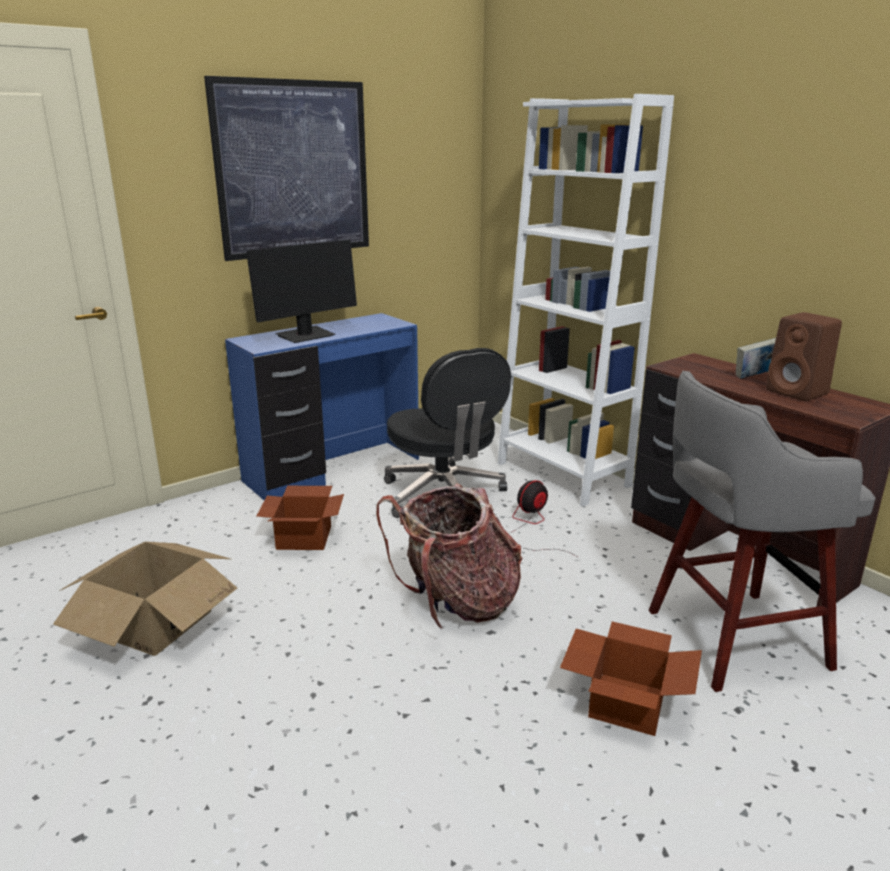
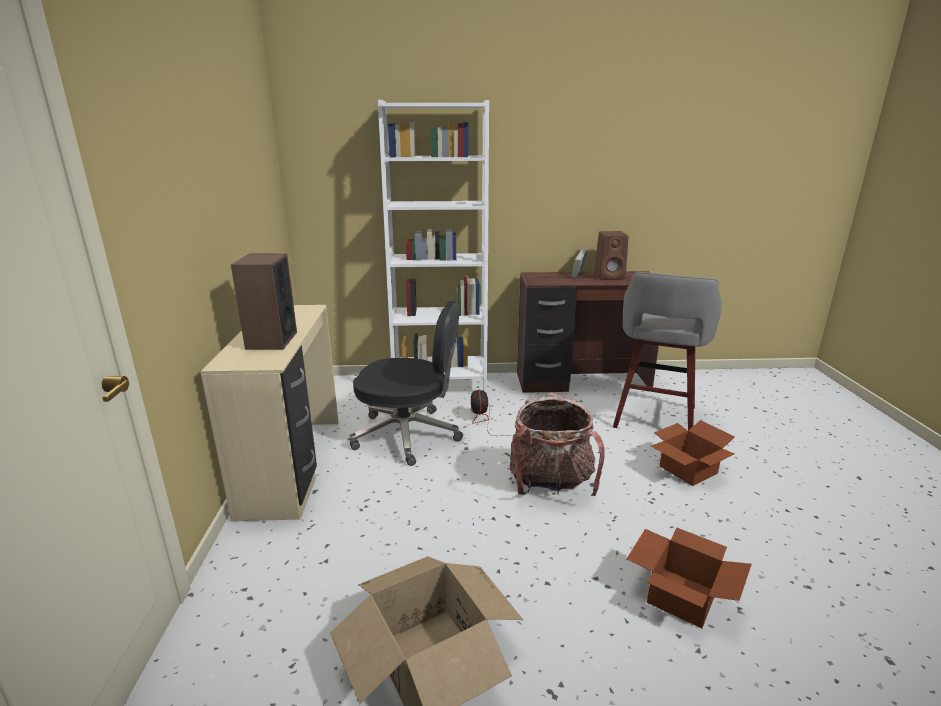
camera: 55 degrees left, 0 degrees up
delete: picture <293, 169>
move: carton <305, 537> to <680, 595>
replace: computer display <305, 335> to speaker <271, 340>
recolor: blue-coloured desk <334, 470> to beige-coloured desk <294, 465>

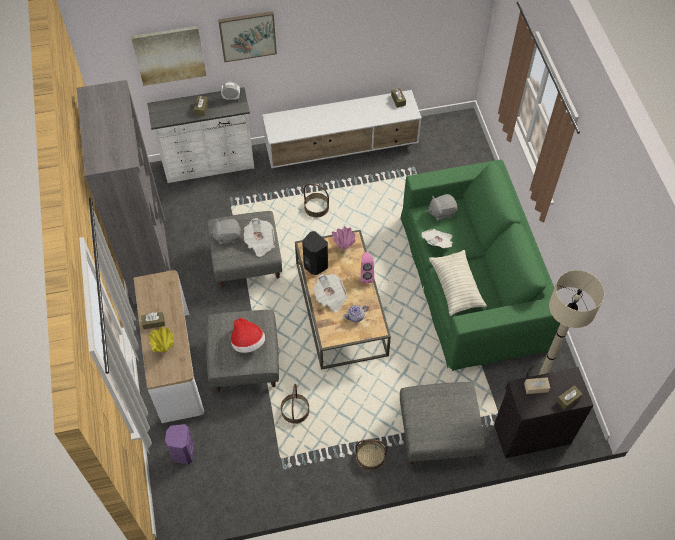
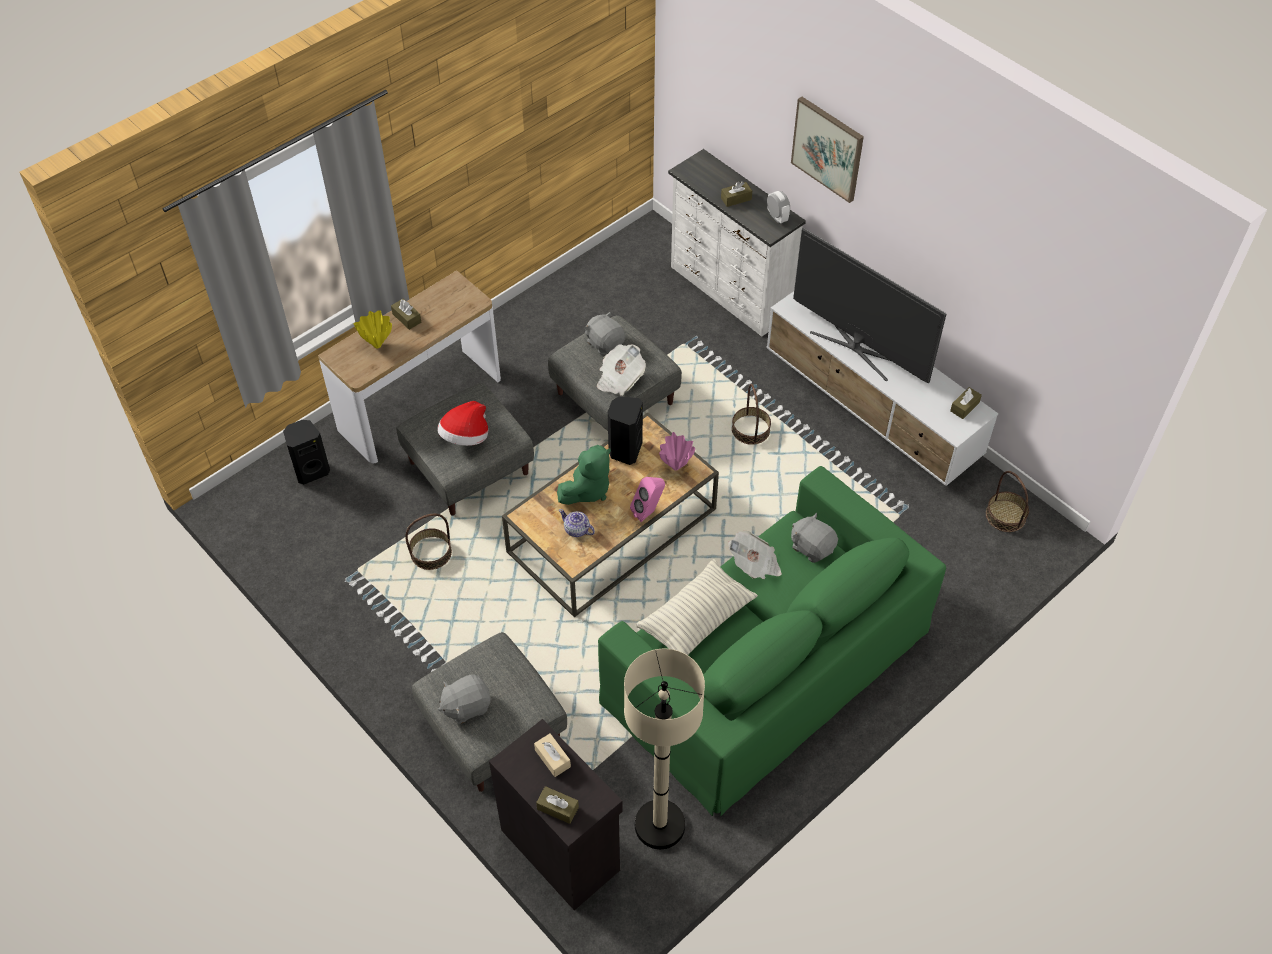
camera: 60 degrees right, 5 degrees down
delete: picture <169, 55>; gray shelving unit <149, 259>
insert: TV <857, 348>; gray plush toy <466, 706>
move: storage basket <370, 456> to <1006, 515>
replace: newspaper <330, 297> to greenish plush toy <587, 489>
recolor: purplish speaker <183, 452> to black speaker <311, 470>

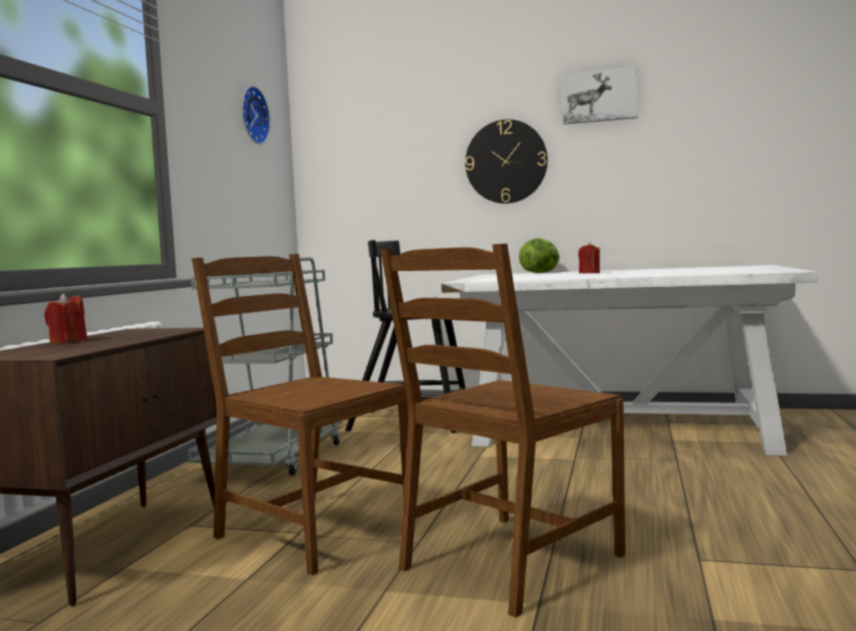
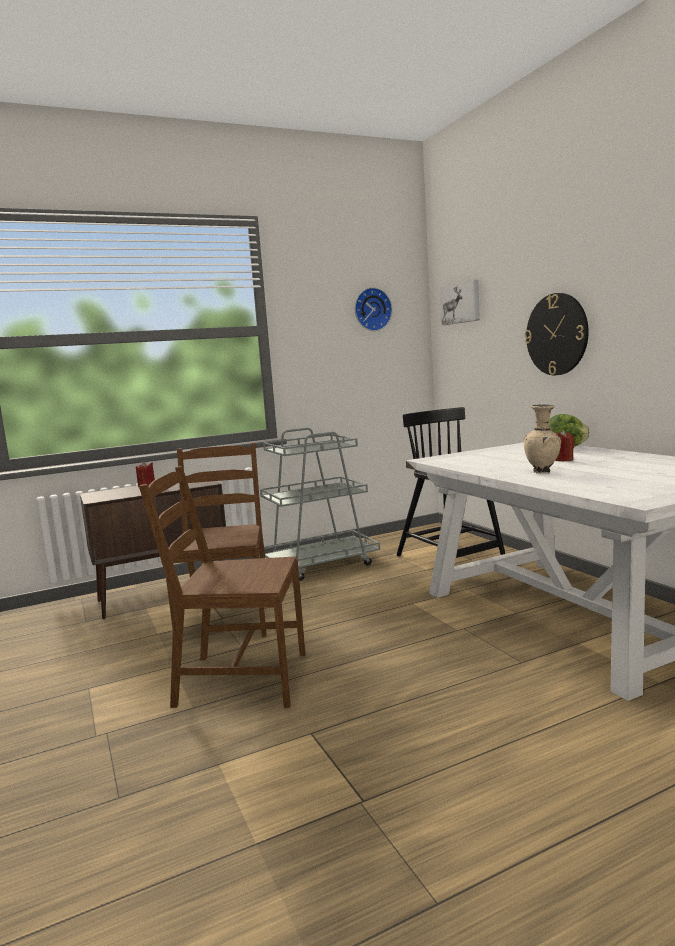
camera: 50 degrees right, 5 degrees up
insert: beige-coloured flower vase <543, 472>
move: picture <599, 96> to <461, 303>

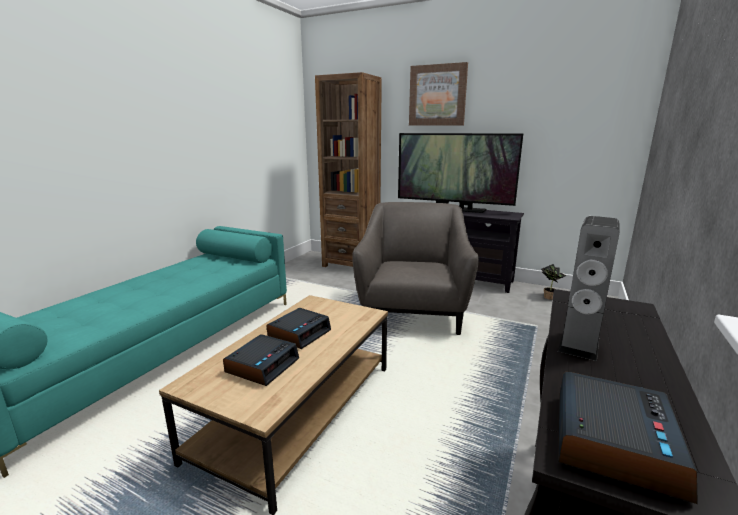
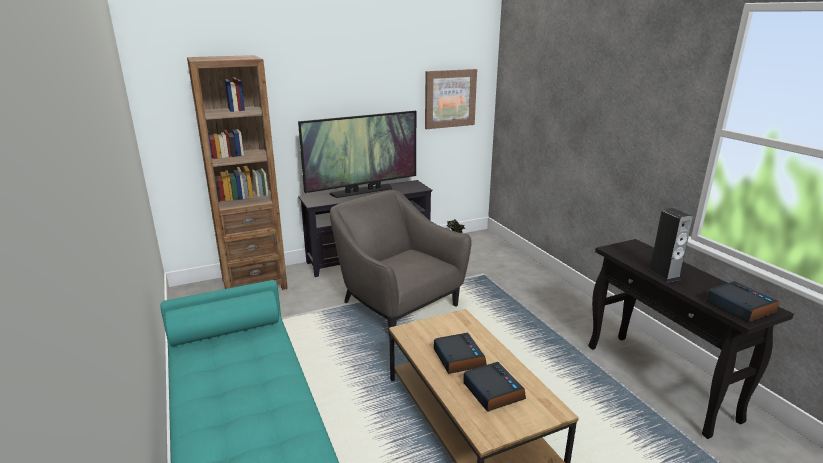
camera: 50 degrees left, 5 degrees up
move: picture <437, 95> to <449, 98>

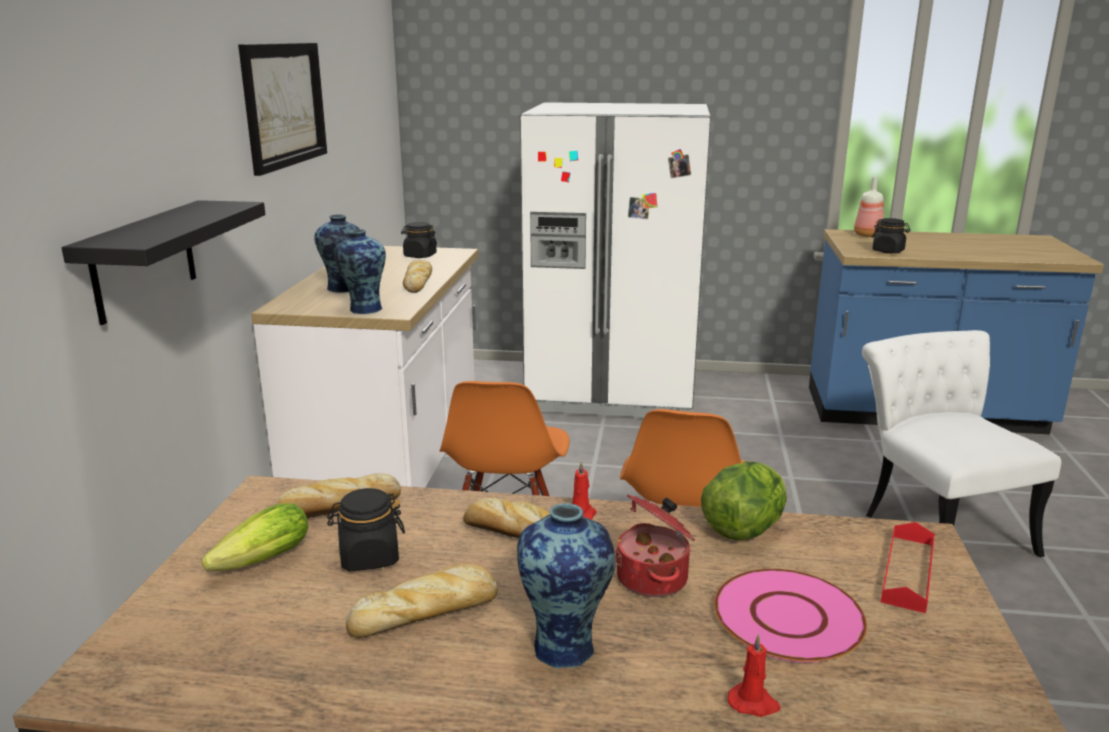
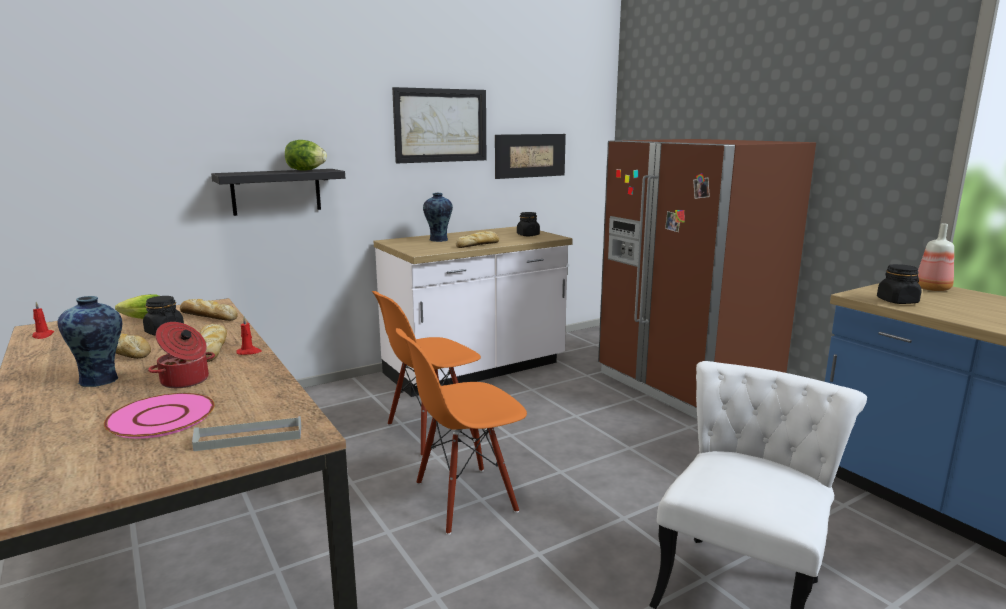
camera: 50 degrees right, 5 degrees down
delete: flower vase <364, 309>
insert: picture <530, 155>
move: head of lettuce <743, 529> to <305, 170>; reddish wax candle <753, 703> to <42, 335>
recolor: white fridge <612, 391> to brown fridge <686, 384>; reddish tray <908, 572> to gray tray <249, 437>

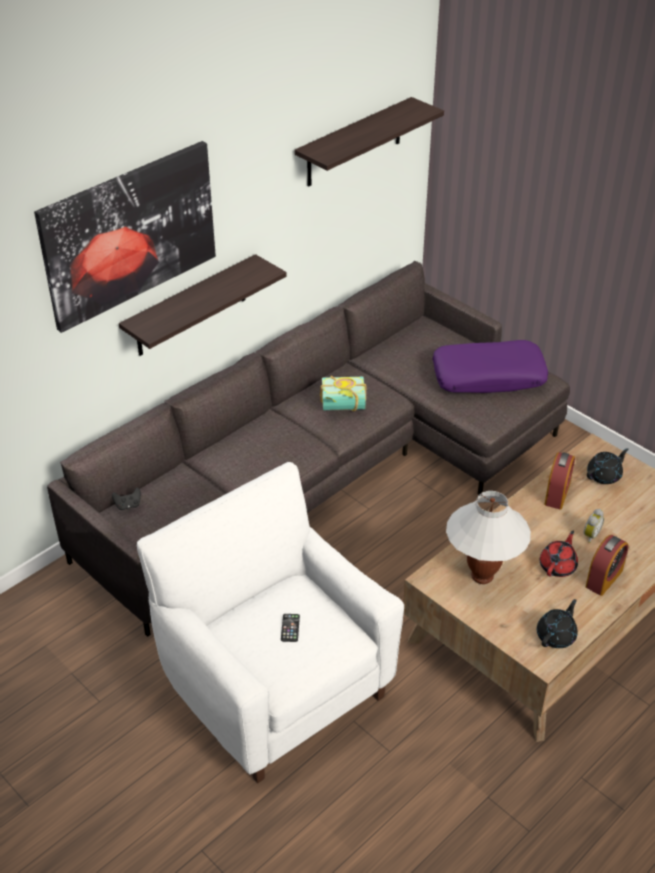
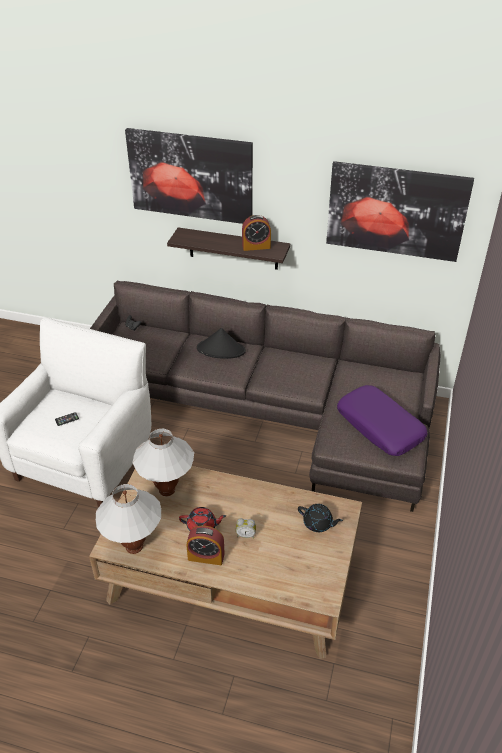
camera: 60 degrees right, 0 degrees up
delete: book <343, 407>
insert: black wearable hat <221, 350>
move: table clock <557, 494> to <256, 246>
replace: shelf <354, 143> to picture <396, 211>; black teapot <556, 635> to white tabletop lamp <134, 547>

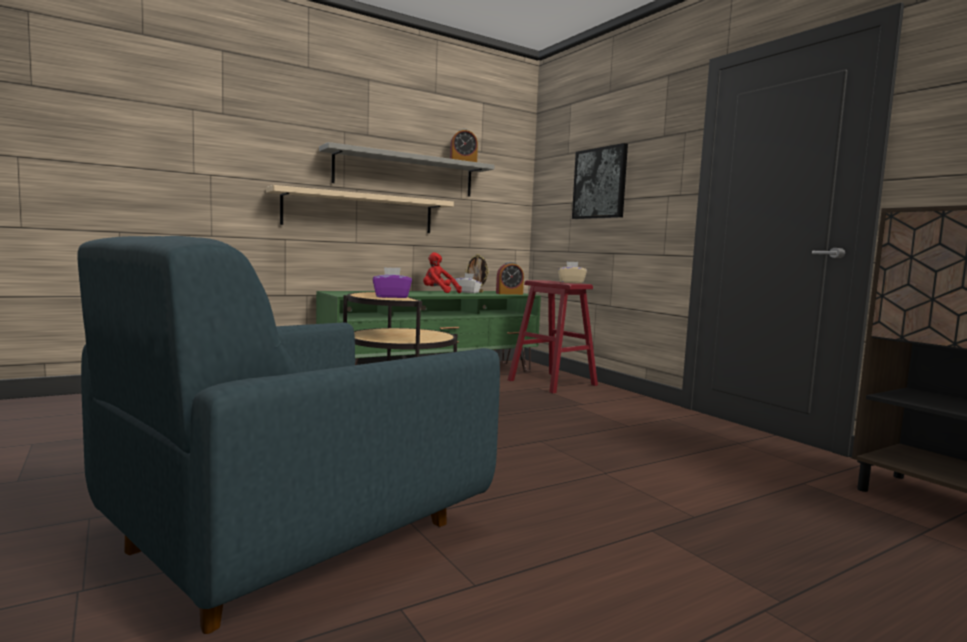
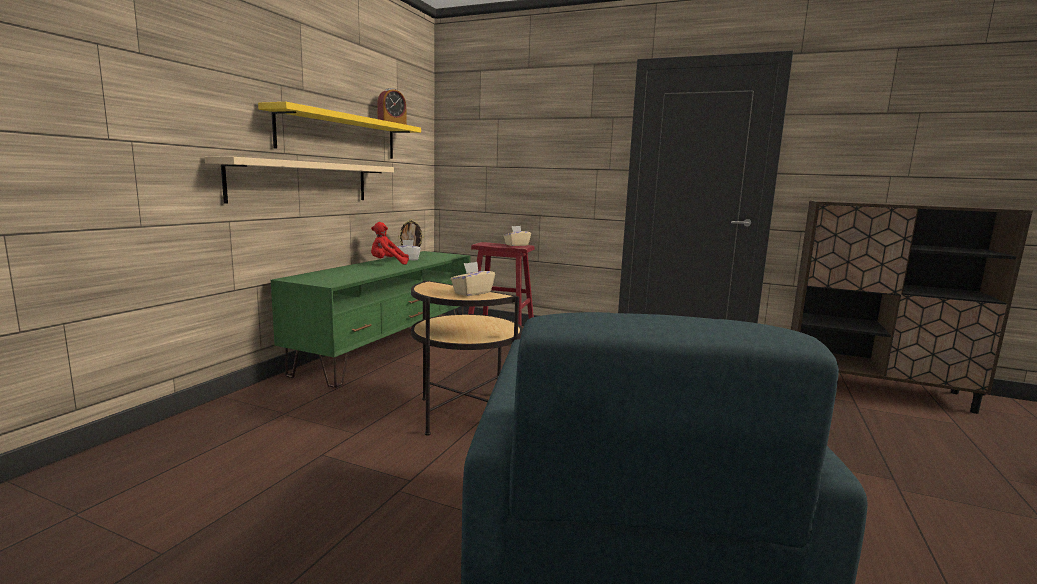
camera: 35 degrees left, 5 degrees up
delete: picture <600, 183>; table clock <509, 294>
recolor: gray shelf <405, 173> to yellow shelf <340, 135>; purplish tissue holder <391, 297> to beige-coloured tissue holder <472, 293>

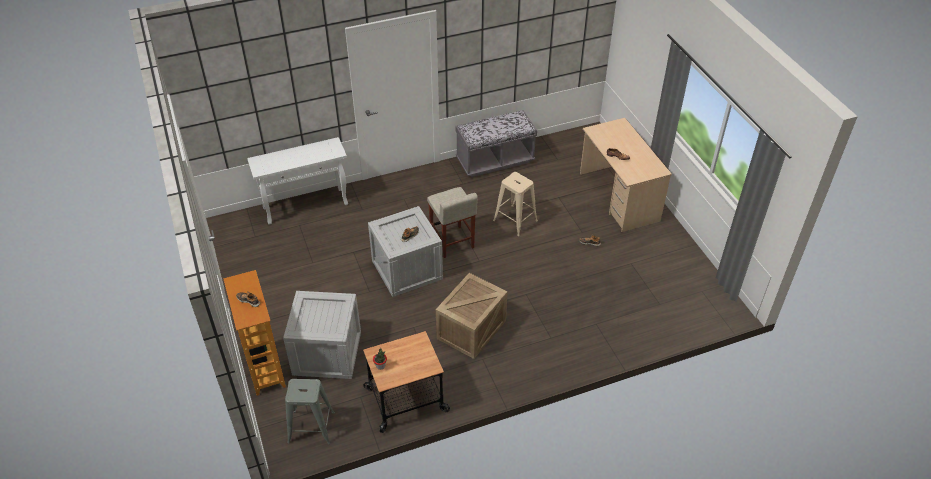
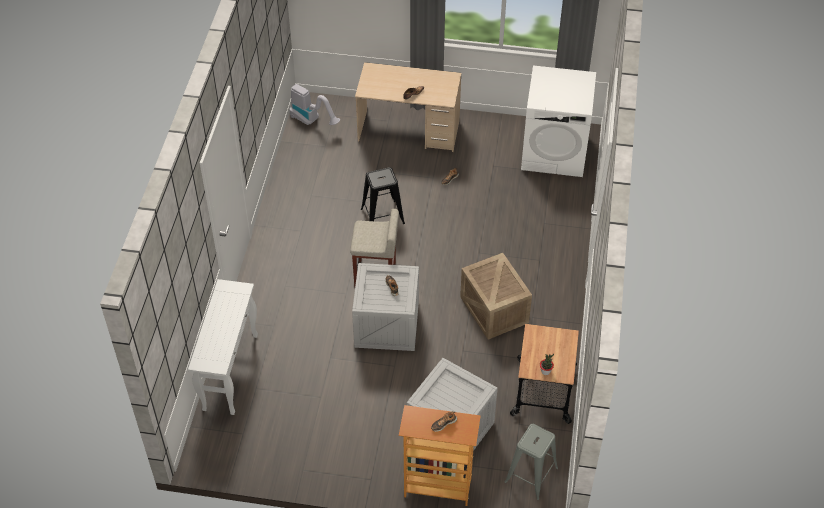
camera: 60 degrees left, 5 degrees up
delete: gray long seat <495, 161>
insert: white washing machine <554, 153>; vacuum cleaner <312, 121>
recolor: beige-coloured stool <515, 220> to black stool <382, 216>

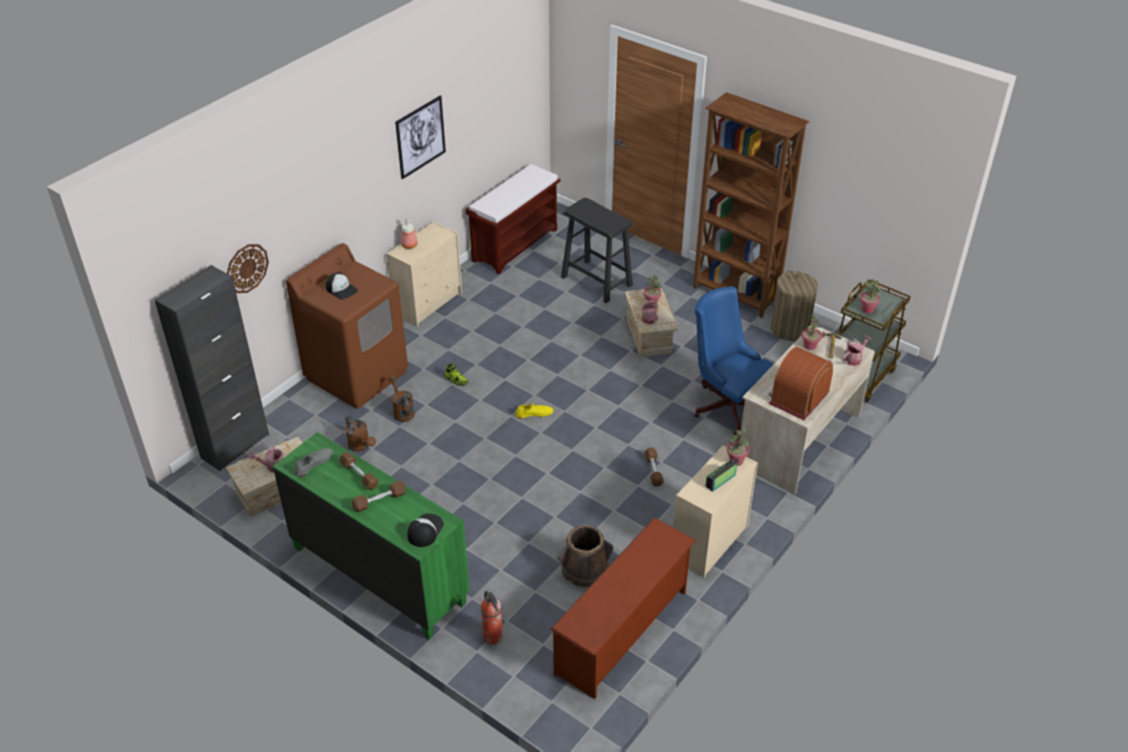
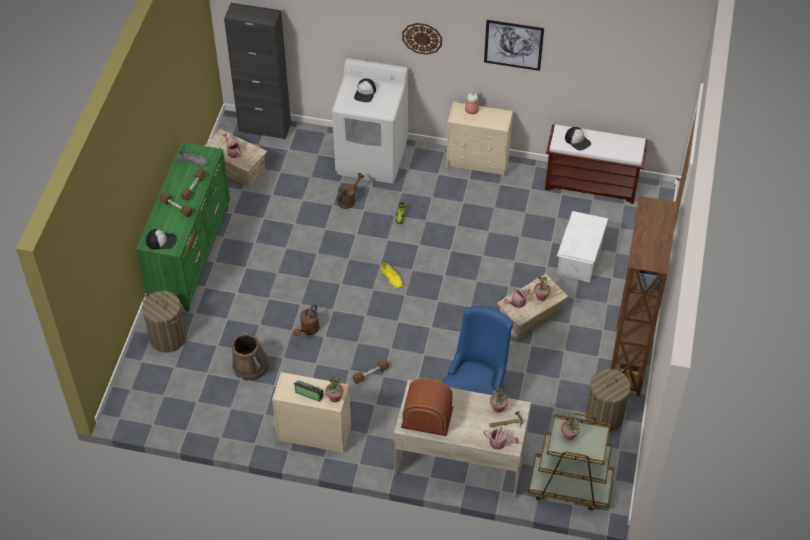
camera: 65 degrees right, 10 degrees up
delete: brown shoe stand <623, 633>
insert: peaked cap <577, 140>
move: hanging clock <247, 268> to <422, 38>; brown watering pot <361, 446> to <308, 330>
replace: black stool <597, 281> to white storage box <579, 257>; extinguisher <493, 637> to washing basket <168, 338>
recolor: brown washing machine <357, 374> to white washing machine <372, 157>

